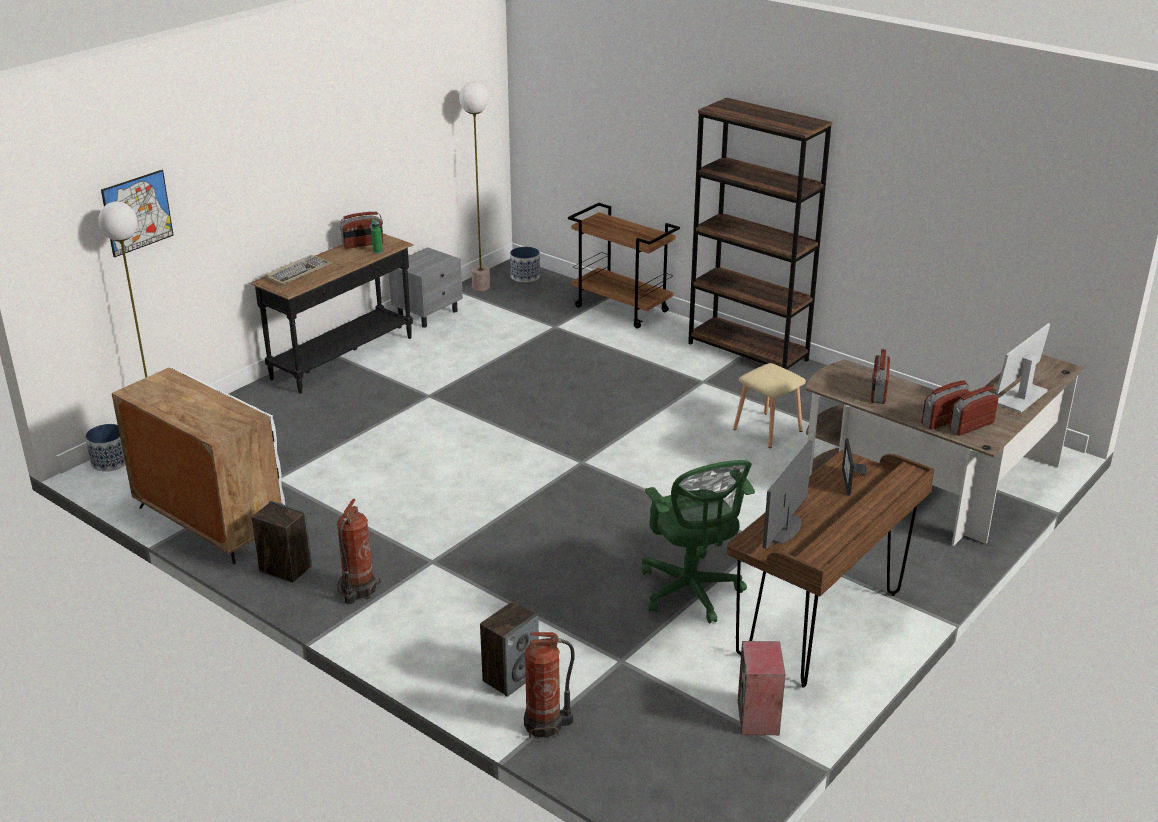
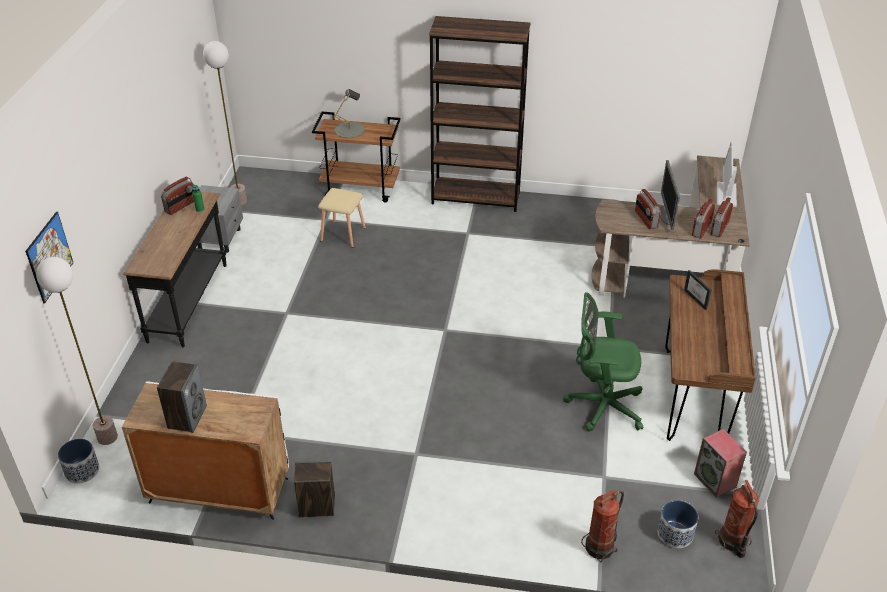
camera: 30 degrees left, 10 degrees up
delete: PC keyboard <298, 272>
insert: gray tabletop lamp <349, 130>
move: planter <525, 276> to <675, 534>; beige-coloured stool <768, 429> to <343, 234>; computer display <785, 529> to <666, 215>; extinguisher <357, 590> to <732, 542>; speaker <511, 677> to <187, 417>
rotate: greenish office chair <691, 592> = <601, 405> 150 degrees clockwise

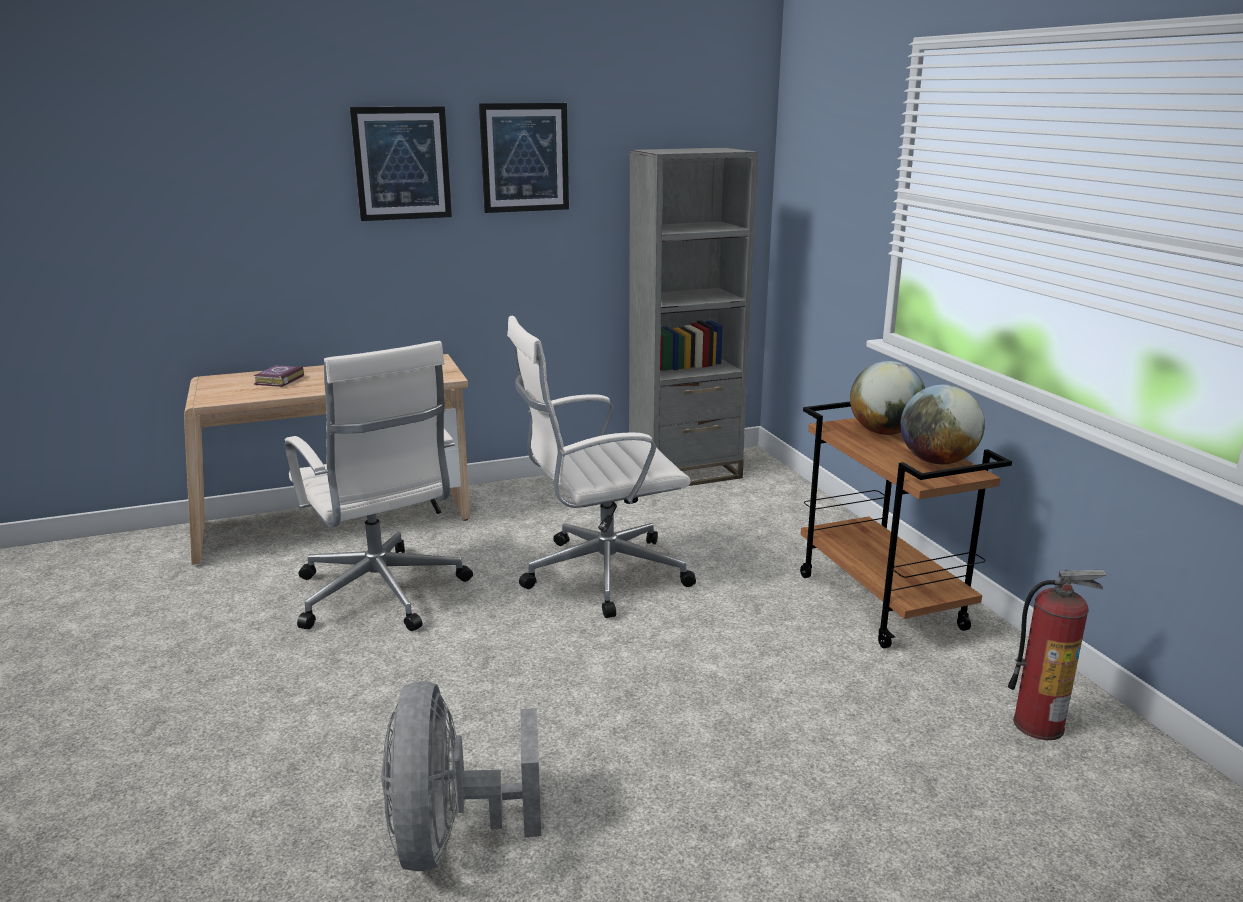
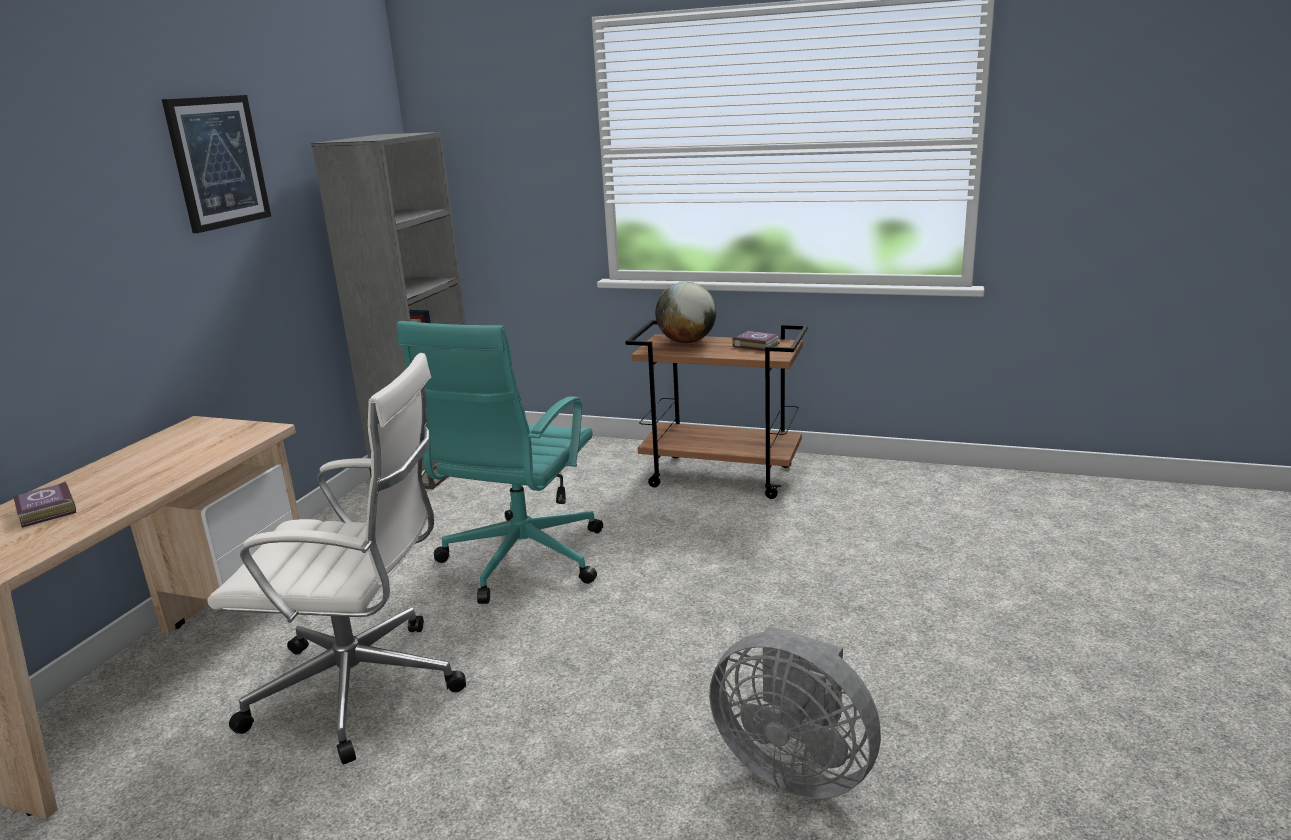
camera: 50 degrees left, 0 degrees up
delete: picture <402, 163>; extinguisher <1039, 724>
replace: world globe <937, 461> to book <755, 344>
recolor: white office chair <600, 574> to turquoise-coloured office chair <520, 561>

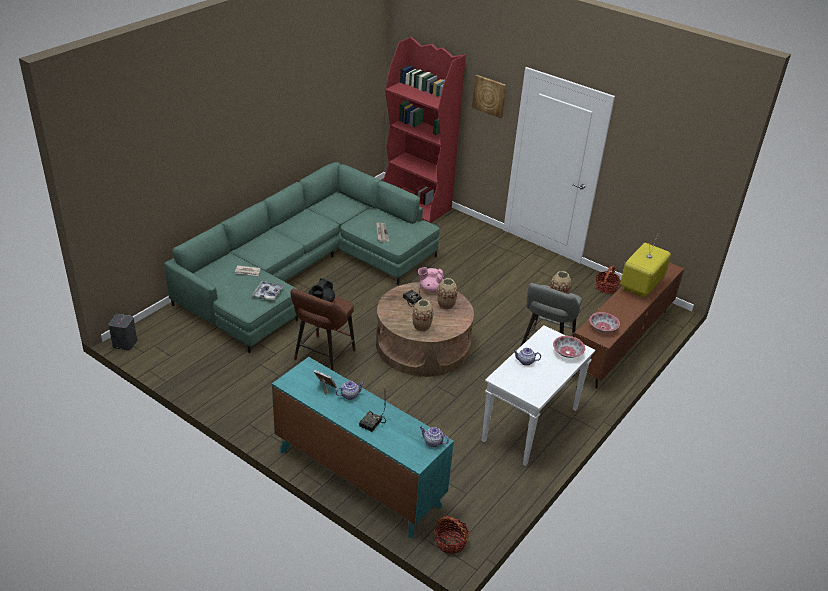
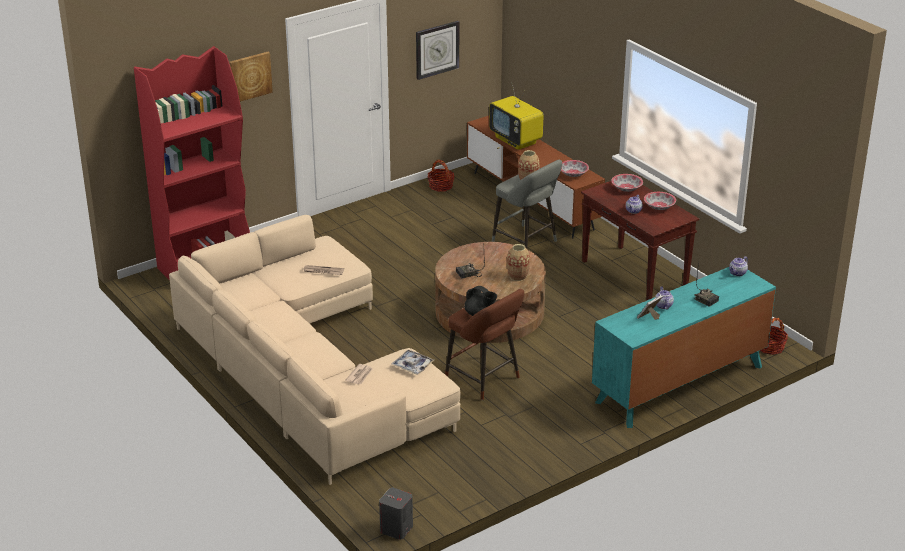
camera: 70 degrees left, 5 degrees down
delete: pinkish teapot <430, 288>; flower vase <446, 305>
insert: hanging clock <437, 49>; serving bowl <659, 206>
recolor: greenish couch <304, 270> to beige-coloured couch <306, 370>; white narrow table <530, 426> to brown narrow table <635, 276>

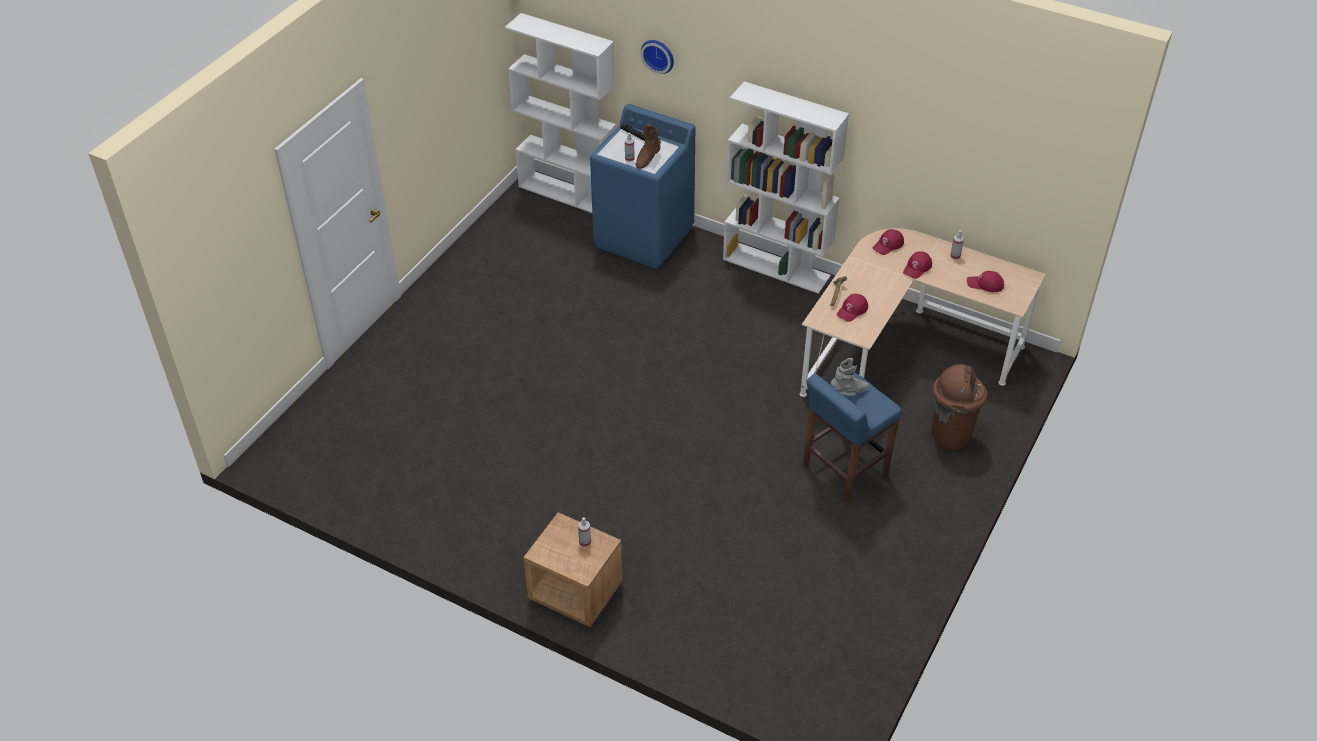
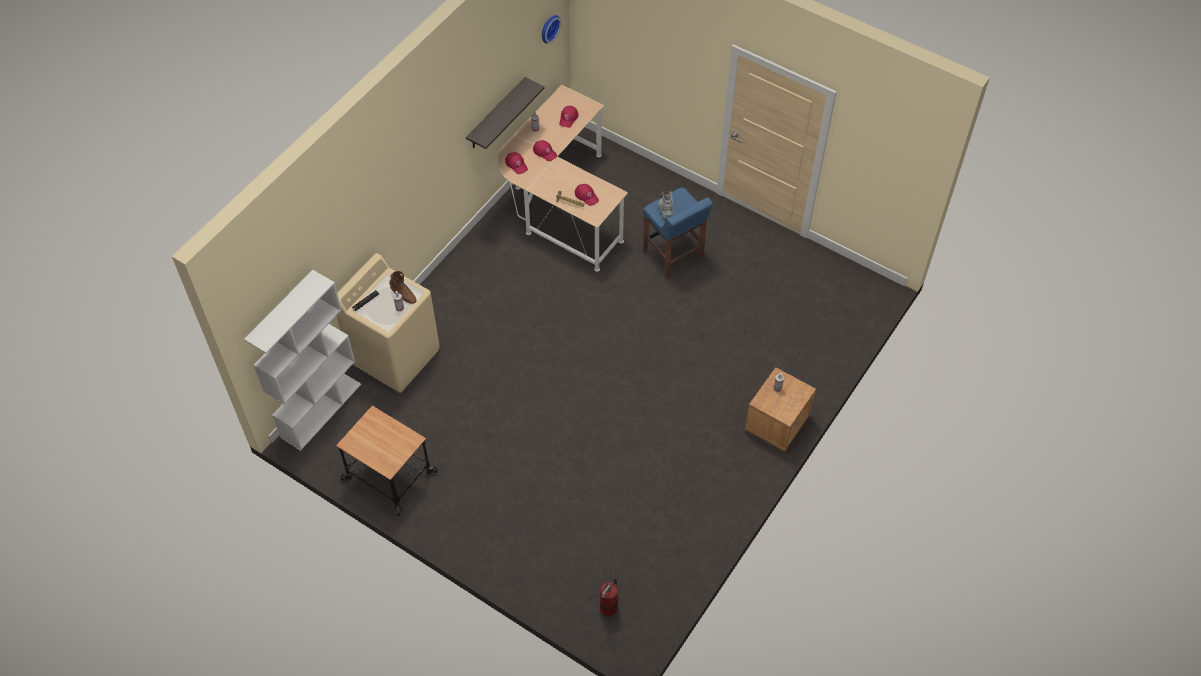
camera: 85 degrees left, 10 degrees up
delete: white shelving unit <777, 267>; brown waste bin <950, 435>
insert: shelf <496, 114>; trolley <389, 477>; extinguisher <609, 607>
move: hanging clock <658, 55> to <548, 28>
recolor: blue-coloured washing machine <644, 237> to beige-coloured washing machine <395, 356>

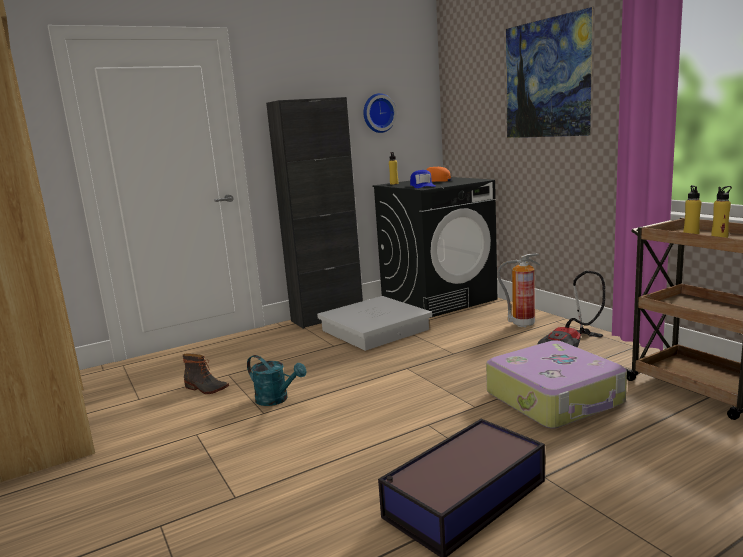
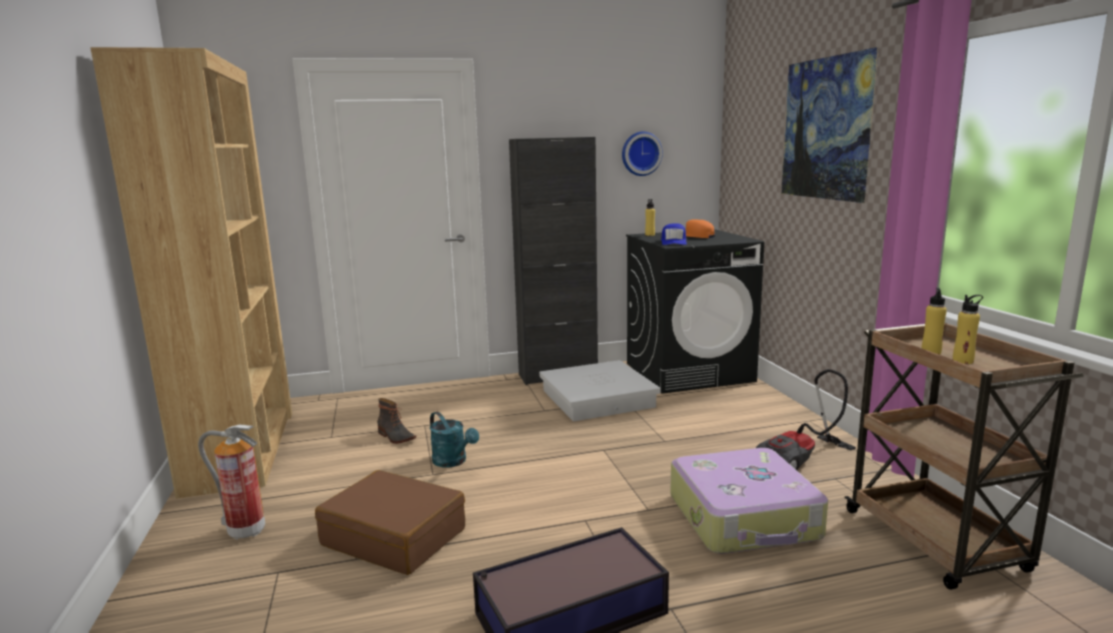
camera: 15 degrees right, 0 degrees up
insert: brown suitcase <394, 536>
move: extinguisher <522, 324> to <245, 531>

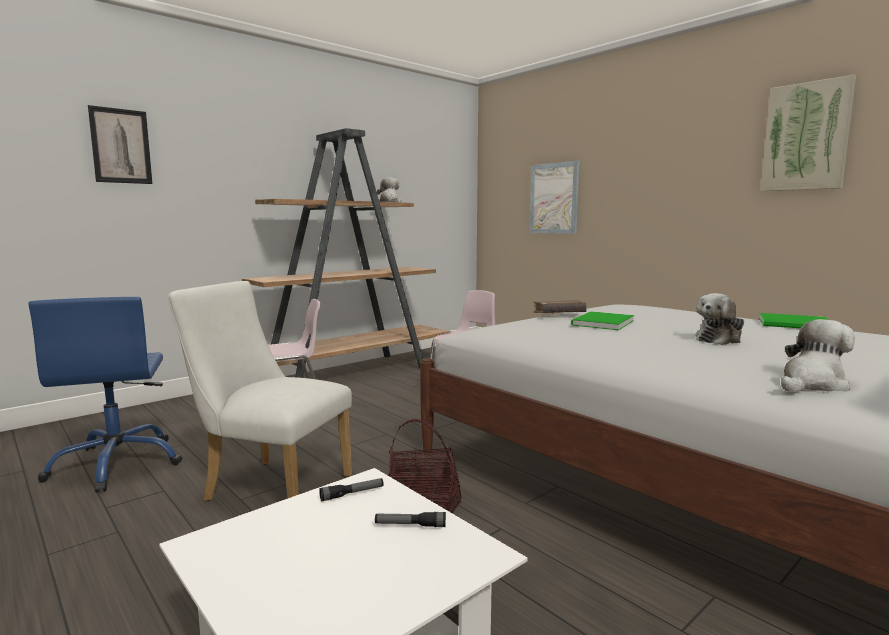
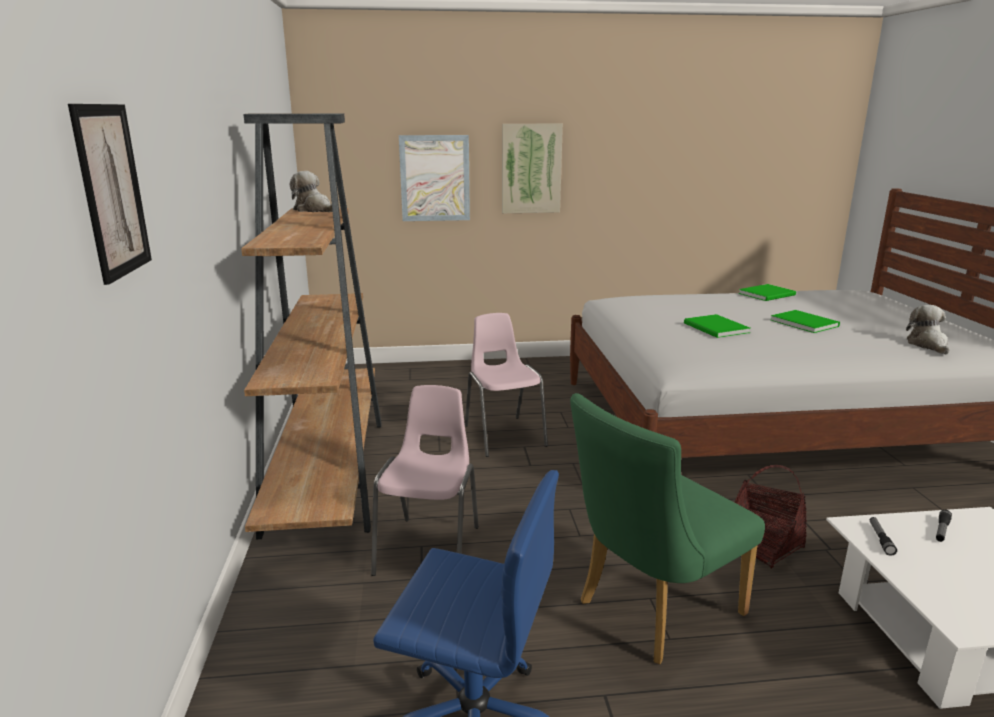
camera: 55 degrees left, 10 degrees up
delete: brown book <559, 314>
move: picture <806, 137> to <531, 168>
replace: plush toy <720, 339> to greenish book <803, 322>
recolor: white upright chair <270, 487> to greenish upright chair <651, 612>

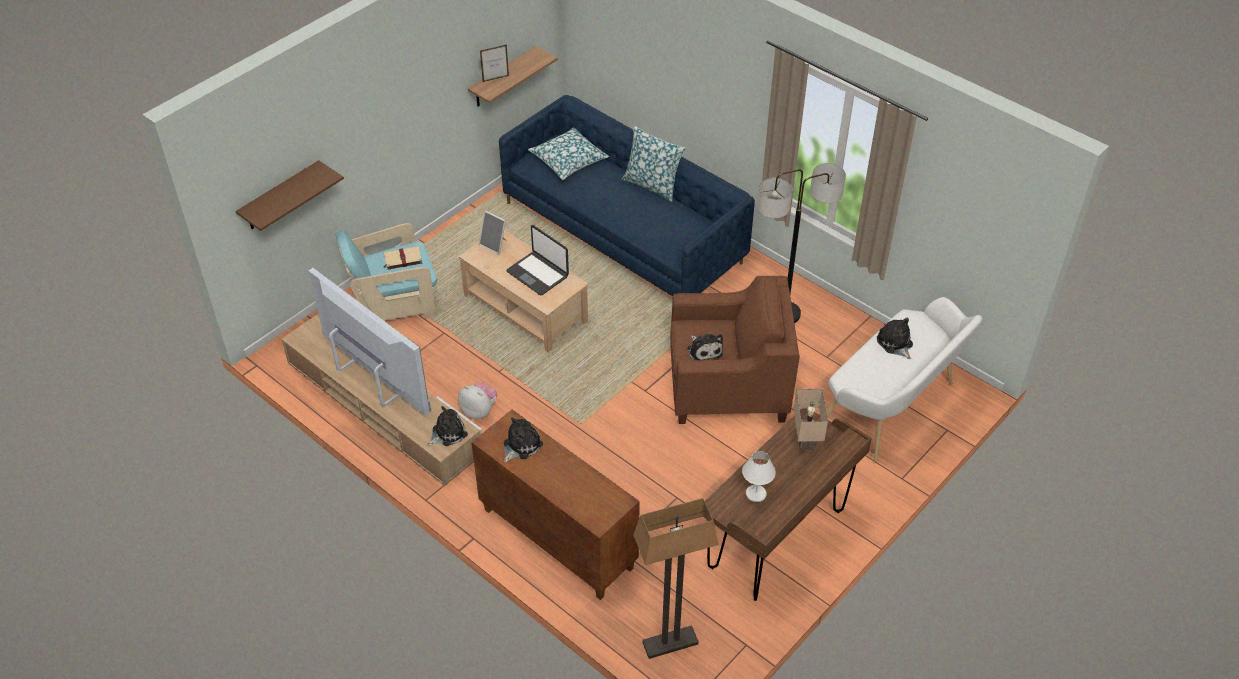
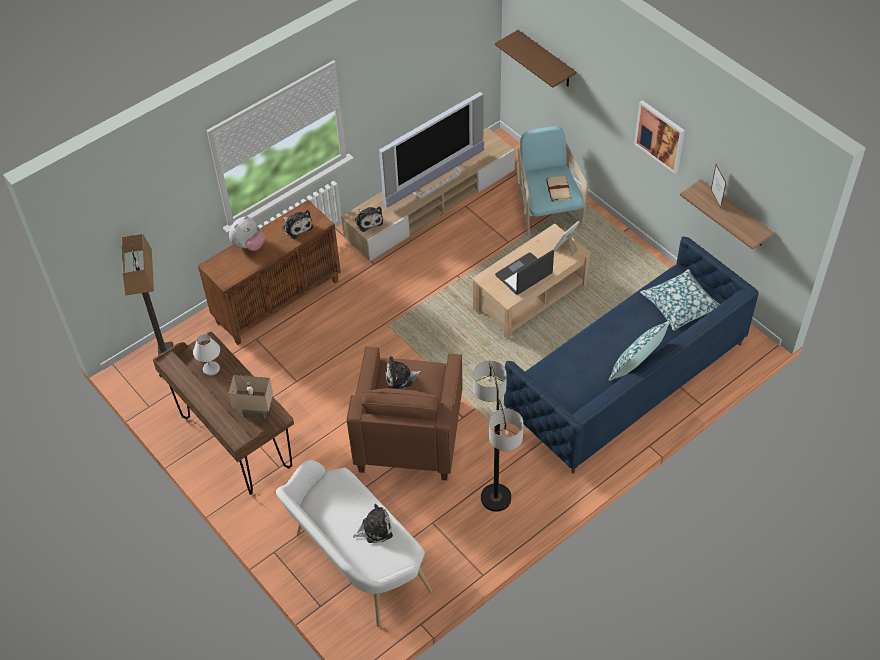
camera: 100 degrees right, 5 degrees up
insert: picture <660, 136>
move: plush toy <479, 410> to <249, 245>

